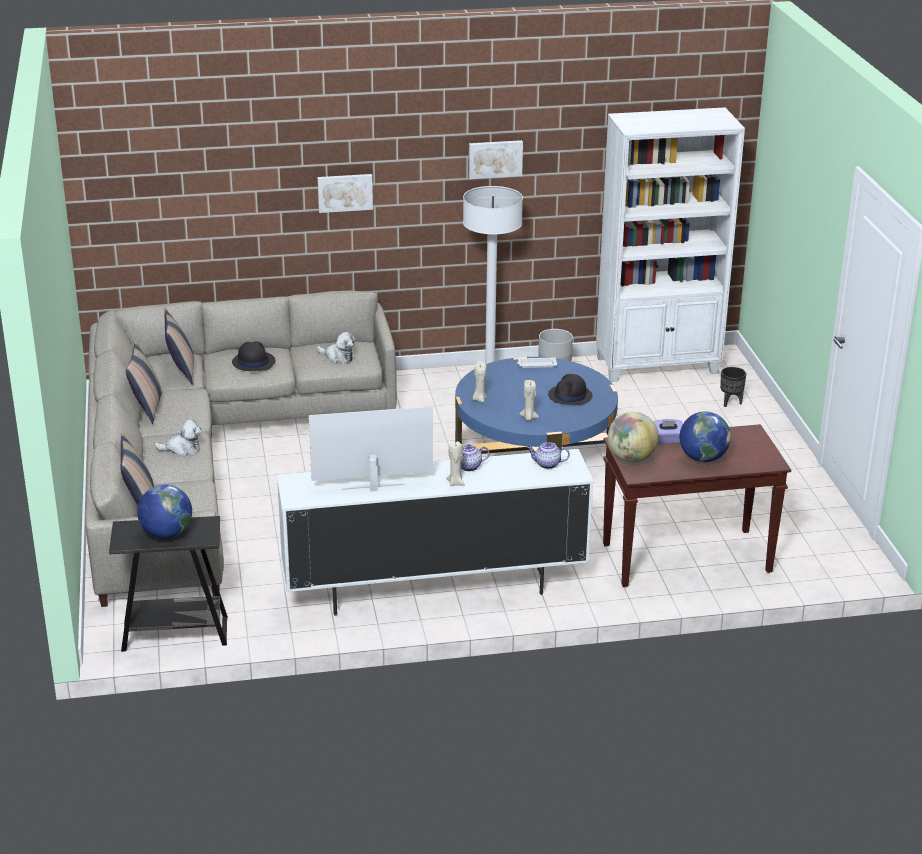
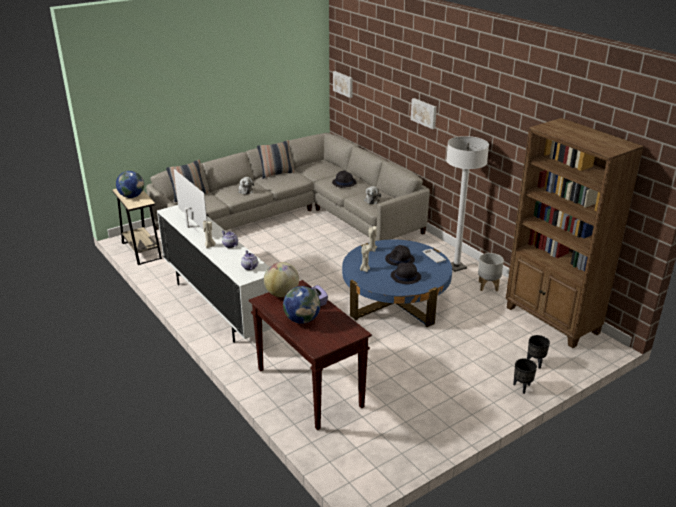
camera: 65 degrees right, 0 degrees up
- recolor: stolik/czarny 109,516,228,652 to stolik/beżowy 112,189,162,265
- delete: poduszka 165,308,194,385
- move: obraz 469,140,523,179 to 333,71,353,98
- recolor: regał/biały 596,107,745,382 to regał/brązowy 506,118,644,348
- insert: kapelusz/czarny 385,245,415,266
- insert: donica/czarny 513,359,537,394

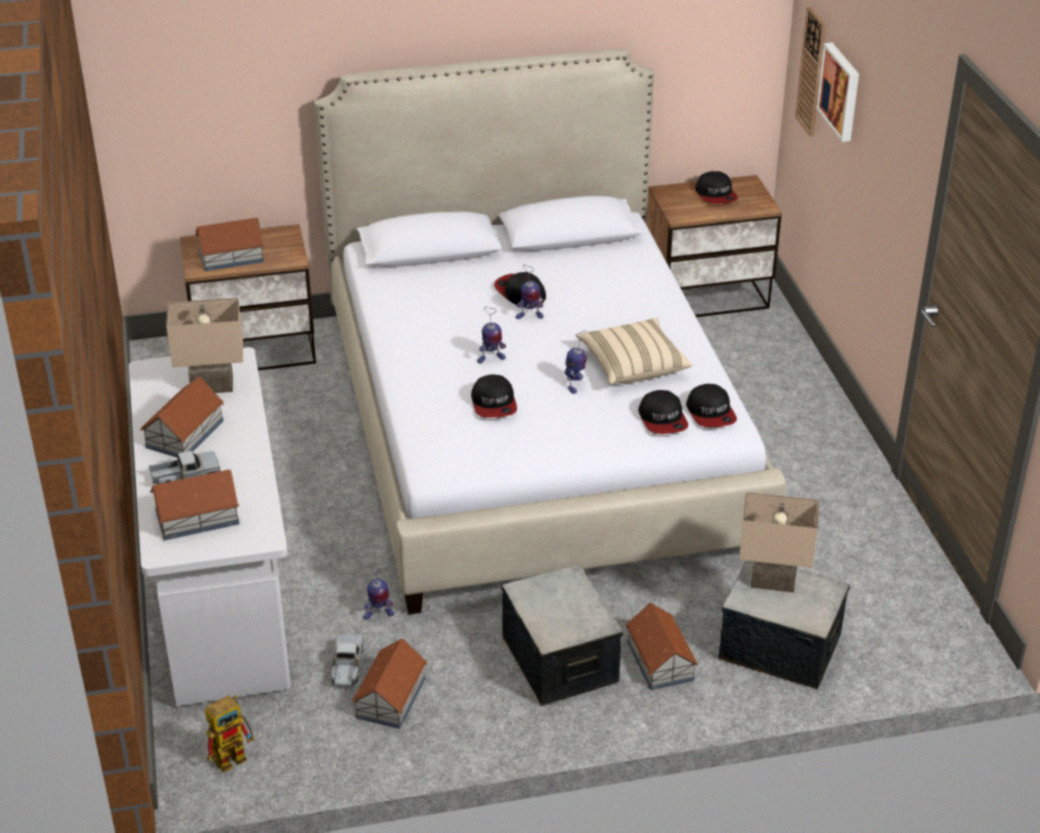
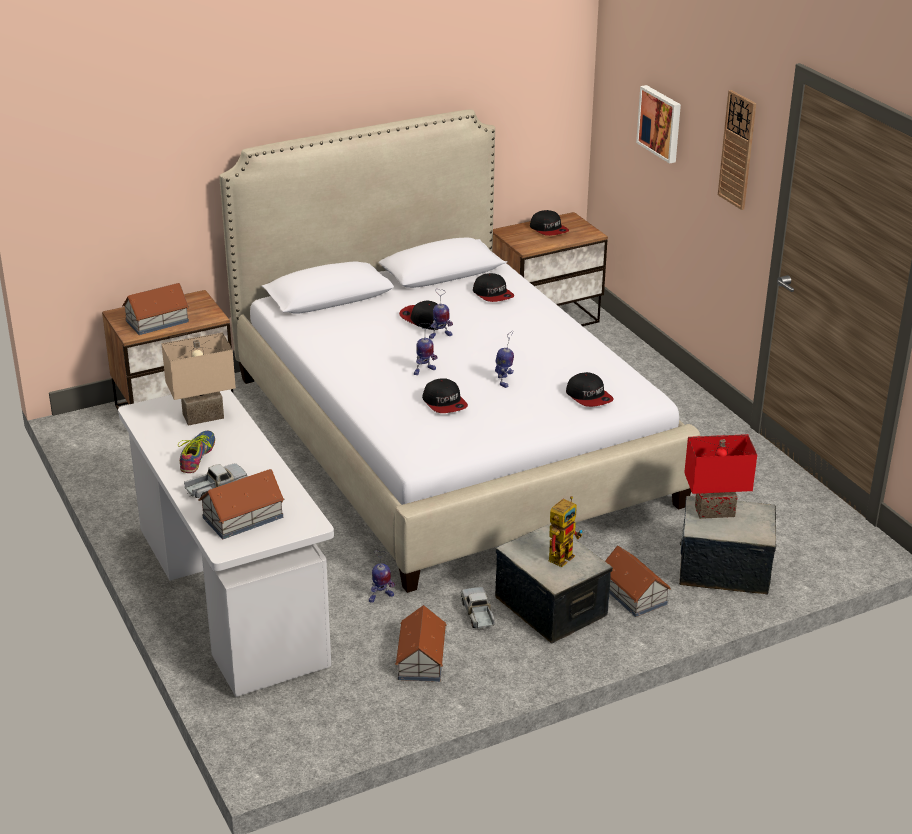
camera: 15 degrees left, 5 degrees down
- replace: domek 140,377,224,458 to but 178,431,215,473
- move: robot zabawkowy 205,695,255,773 to 549,496,582,567
- move: ciężarówka zabawkowa 331,634,363,688 to 461,587,495,629
- delete: poduszka/beżowy 576,318,692,385
- move: czapka z daszkiem 686,384,737,427 to 473,273,515,302
- recolor: lampa stołowa/beżowy 739,492,819,593 to lampa stołowa/czerwony 684,434,757,519
- move: zegar ścienny 795,6,826,137 to 718,90,756,210

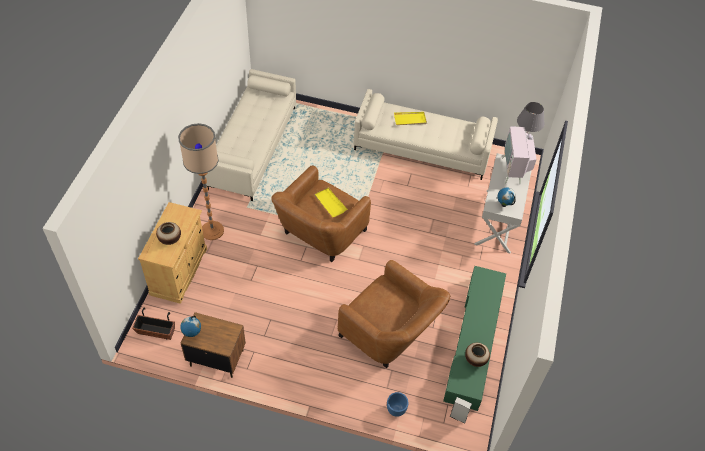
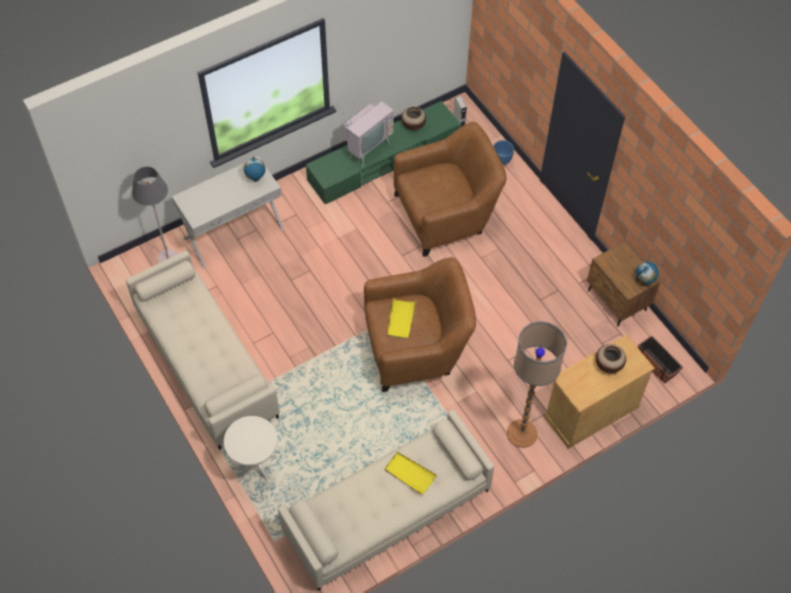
camera: 135 degrees left, 5 degrees up
- rotate: fotel/brązowy 338,260,450,368 = 394,122,507,257 75 degrees clockwise
- move: taca/żółty 394,112,427,125 to 384,452,437,495
- move: telewizor 502,115,537,184 to 341,101,394,168
- insert: stolik/biały 224,416,277,485

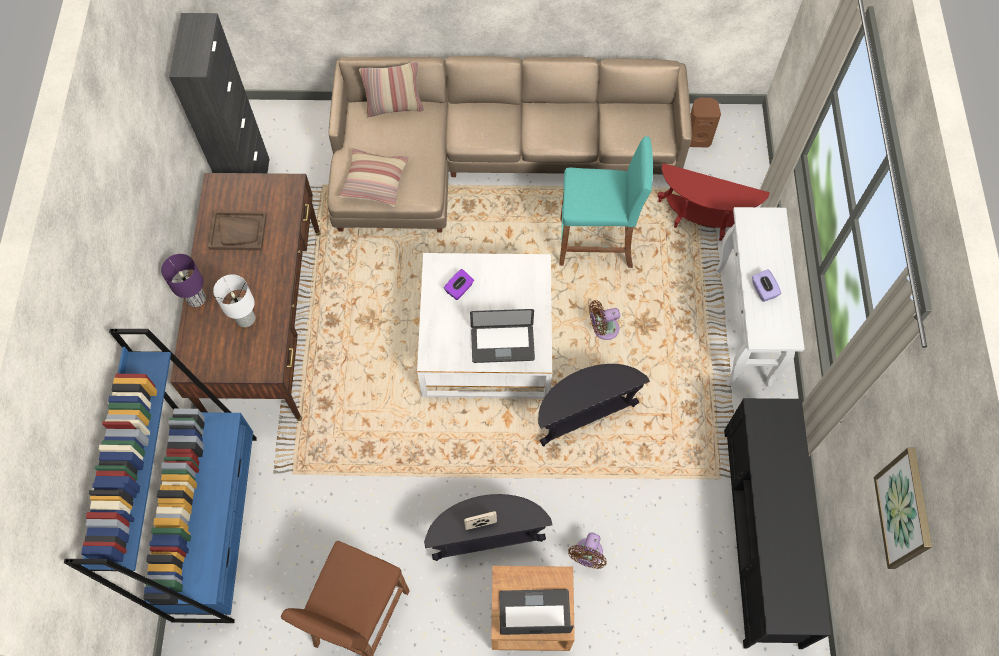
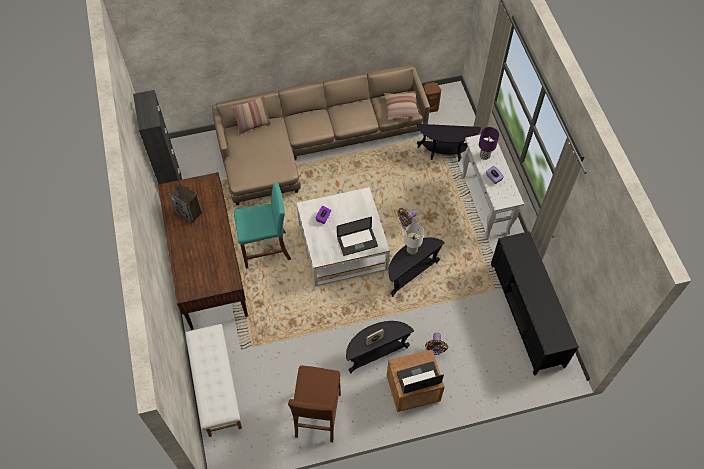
camera: 15 degrees left, 5 degrees down
- replace: regał/niebieski 64,329,257,623 to ławka/biały 186,324,242,437
- move: lampa stołowa/fioletowy 161,254,206,307 to 479,127,499,160
- replace: taca/brązowy 208,211,267,251 to głośnik 169,183,202,224
- move: lampa stołowa/biały 213,274,255,327 to 404,224,424,254
- move: poduszka 339,149,408,207 to 384,91,420,120
- move: stołek/turkusowy 559,136,653,268 to 234,182,291,269
- recolor: stolik/czerwony 658,163,770,241 to stolik/czarny 417,124,481,161
- delete: obraz 874,448,932,569

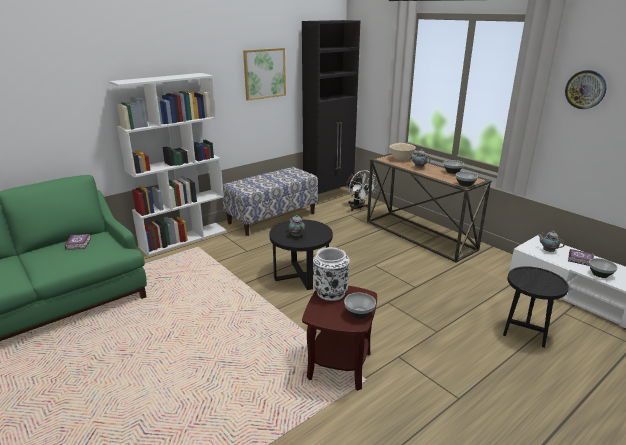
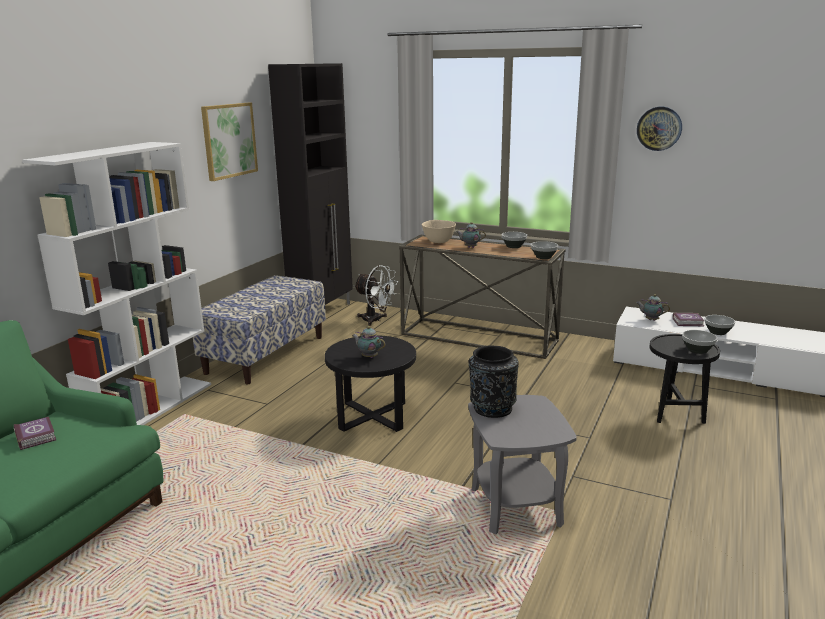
camera: 25 degrees left, 5 degrees down
- recolor: stolik/brązowy 302,286,377,391 to stolik/szary 468,395,577,534
- recolor: wazon/biały 313,247,350,301 to wazon/czarny 469,345,519,418
- move: miska 344,293,376,319 to 682,330,717,354

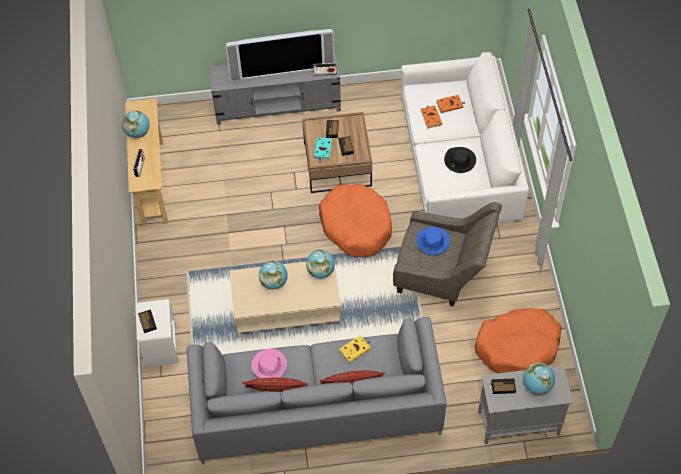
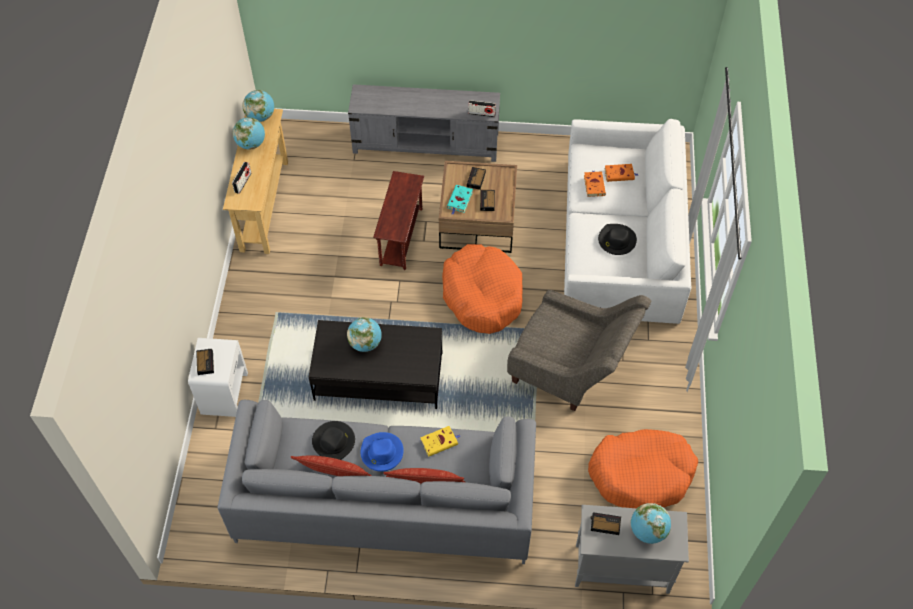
camera: 10 degrees right, 0 degrees up
- delete: telewizor 225,29,335,80
- recolor: ława/beżowy 230,262,341,338 to ława/czarny 309,320,442,409
- recolor: kapelusz/różowy 251,349,287,378 to kapelusz/czarny 312,421,355,460
- move: globus 306,250,335,278 to 242,90,274,122
- move: kapelusz/niebieski 416,227,450,255 to 361,432,404,472
- insert: stolik/brązowy 373,171,424,270

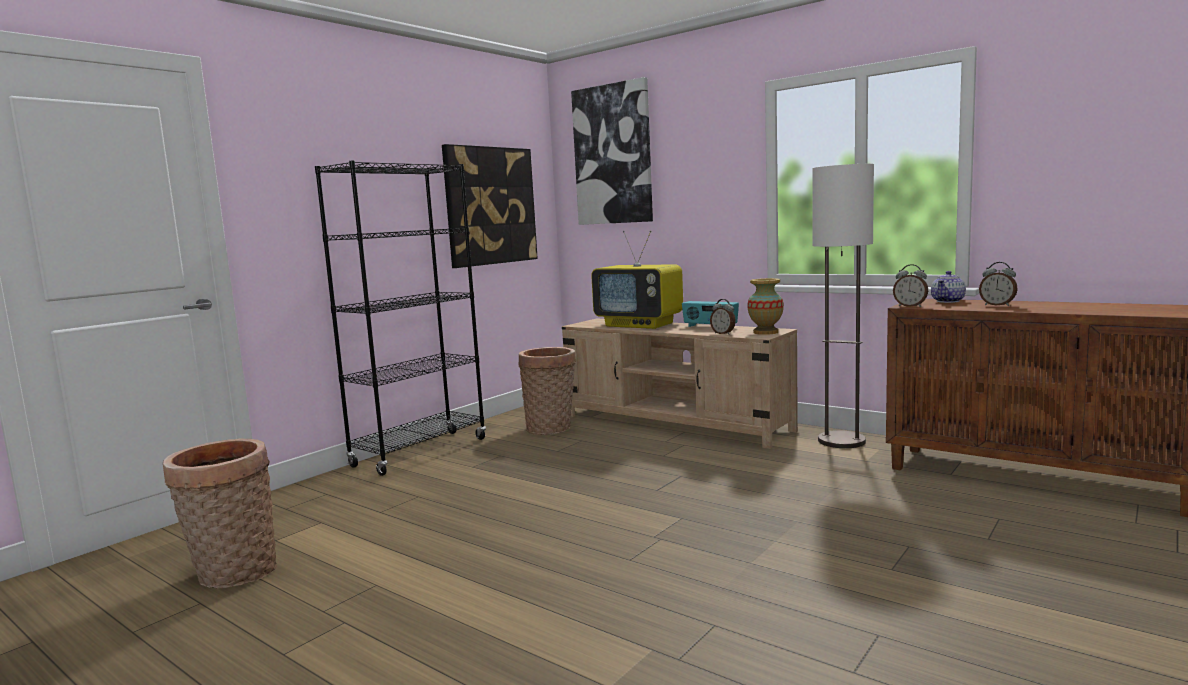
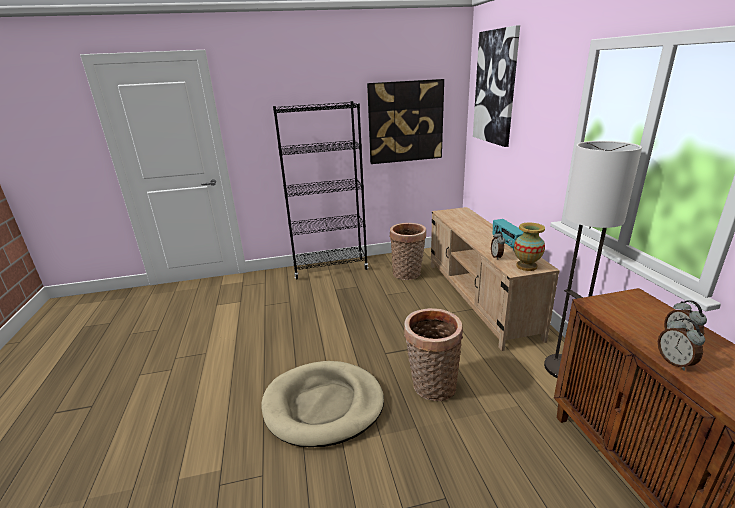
camera: 40 degrees right, 15 degrees up
- move: koszyk 163,438,277,588 to 404,308,463,401
- delete: telewizor 591,231,683,329
- move: budzik 893,264,928,307 to 658,318,705,371
- delete: imbryk 931,271,966,303
- insert: legowisko/beżowy 261,361,384,447

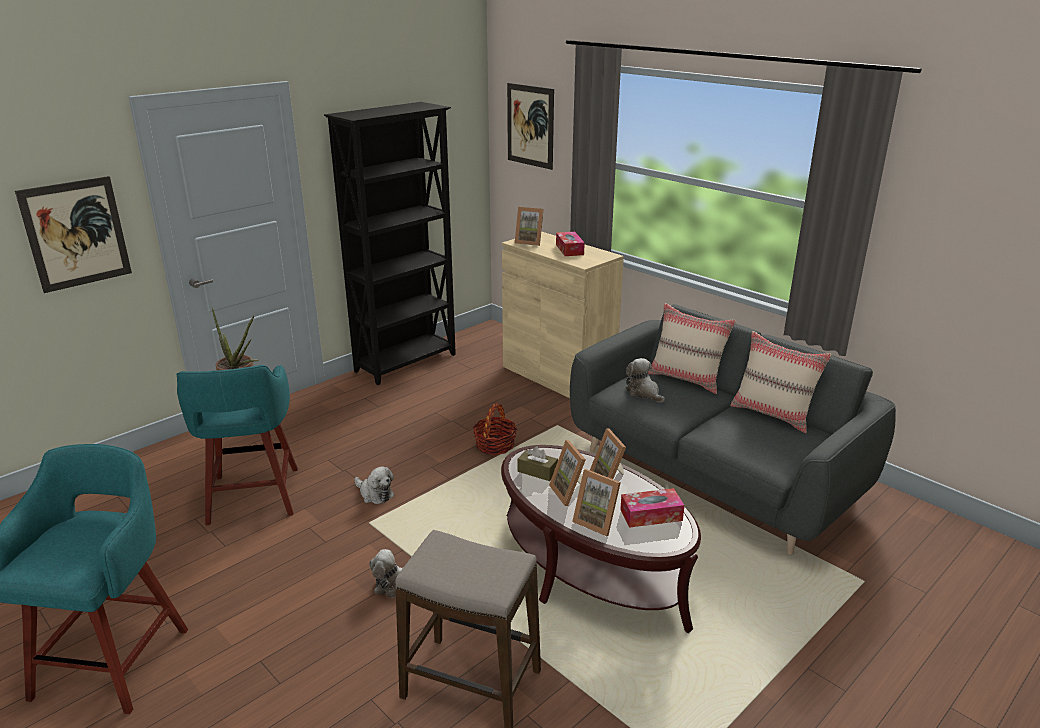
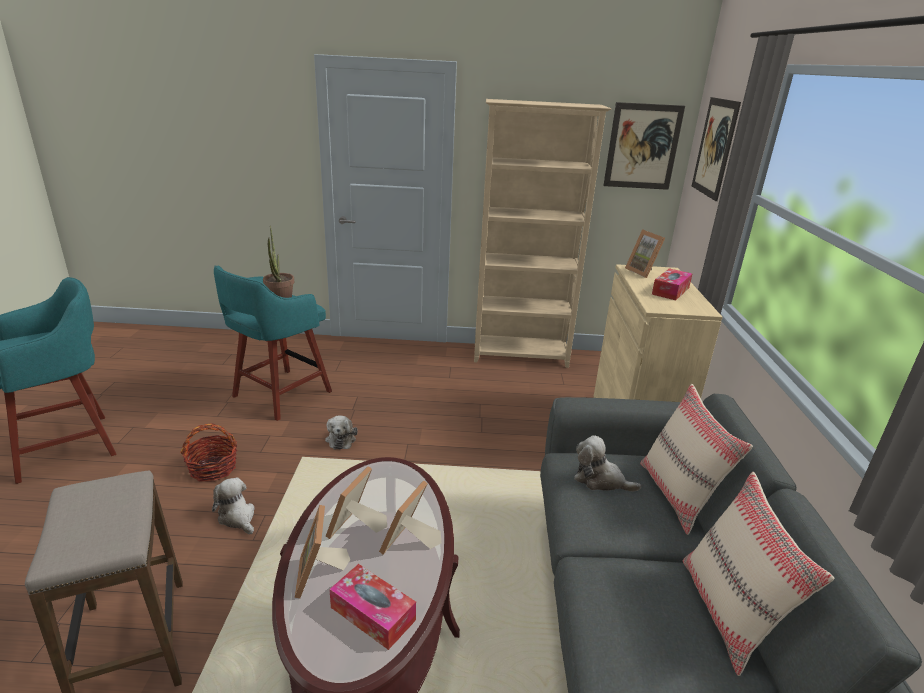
camera: 45 degrees right, 0 degrees up
- move: obraz 15,176,132,293 to 603,102,685,190
- recolor: regał/czarny 324,102,456,385 to regał/beżowy 474,99,611,368
- move: koszyk 473,403,517,455 to 180,423,238,482
- delete: pudełko chusteczek/brązowy 518,446,558,481
- rotate: pluszak 626,358,665,403 = 575,435,641,492 75 degrees counterclockwise

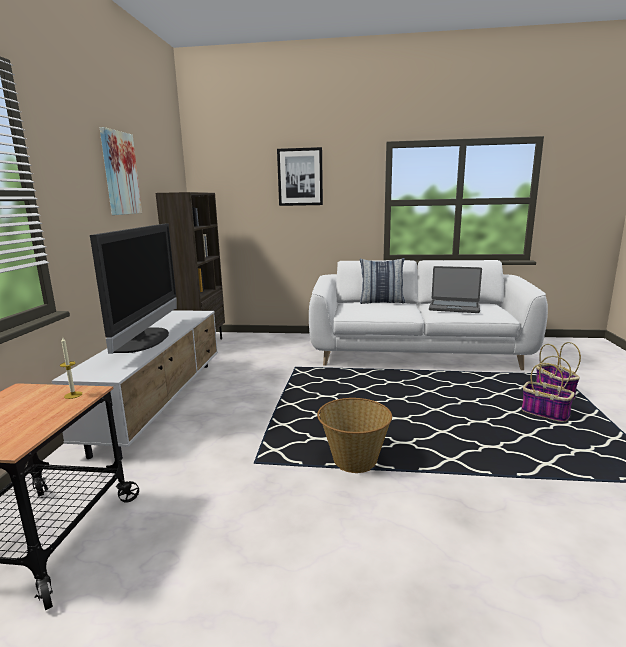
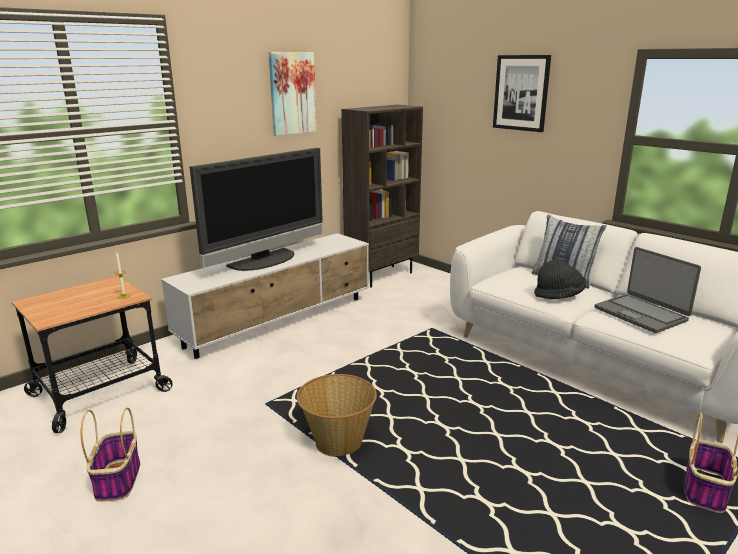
camera: 40 degrees right, 5 degrees up
- move: koszyk 521,356,575,422 to 81,407,140,502
- insert: kapelusz/czarny 534,259,587,299

